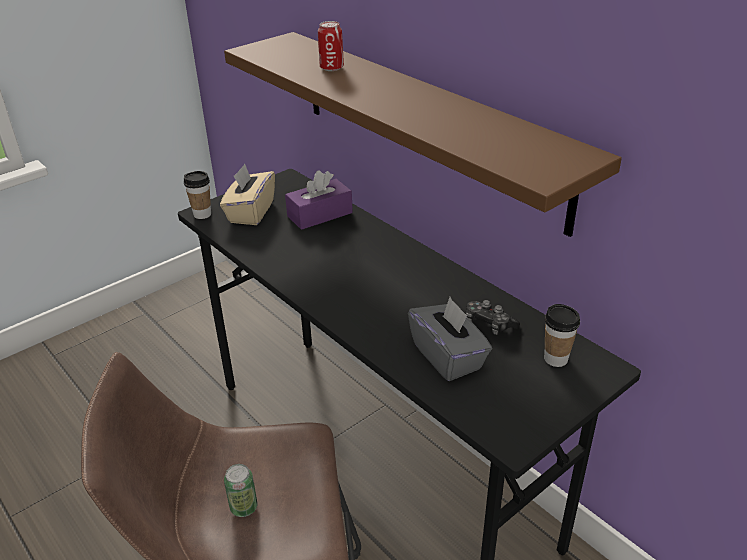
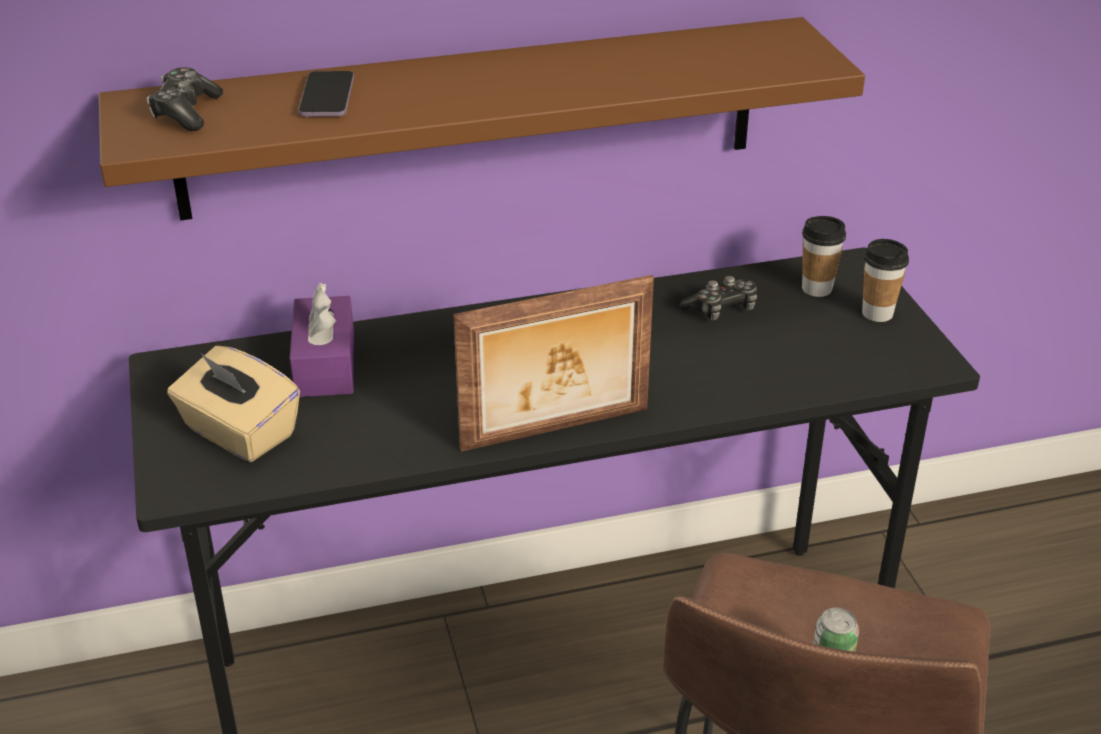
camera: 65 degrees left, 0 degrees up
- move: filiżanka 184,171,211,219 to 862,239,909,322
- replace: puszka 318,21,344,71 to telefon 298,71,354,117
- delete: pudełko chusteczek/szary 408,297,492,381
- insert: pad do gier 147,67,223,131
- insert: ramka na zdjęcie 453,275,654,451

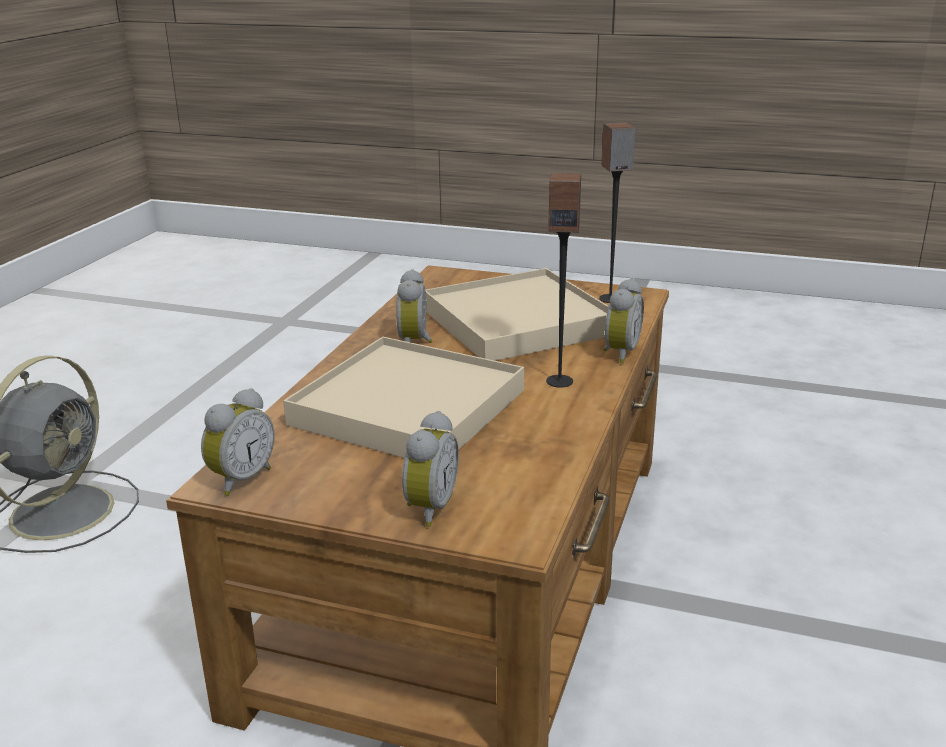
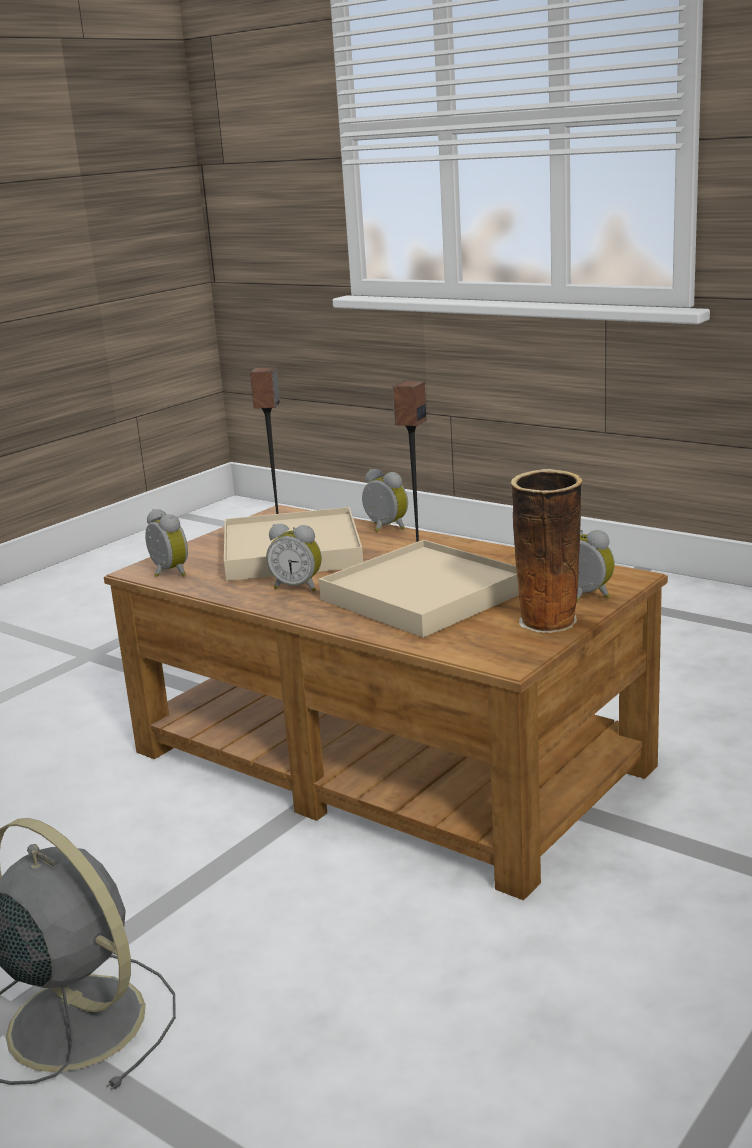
camera: 70 degrees left, 5 degrees down
- move: budzik 201,388,275,496 to 145,509,188,577
- insert: wazon 511,469,583,633

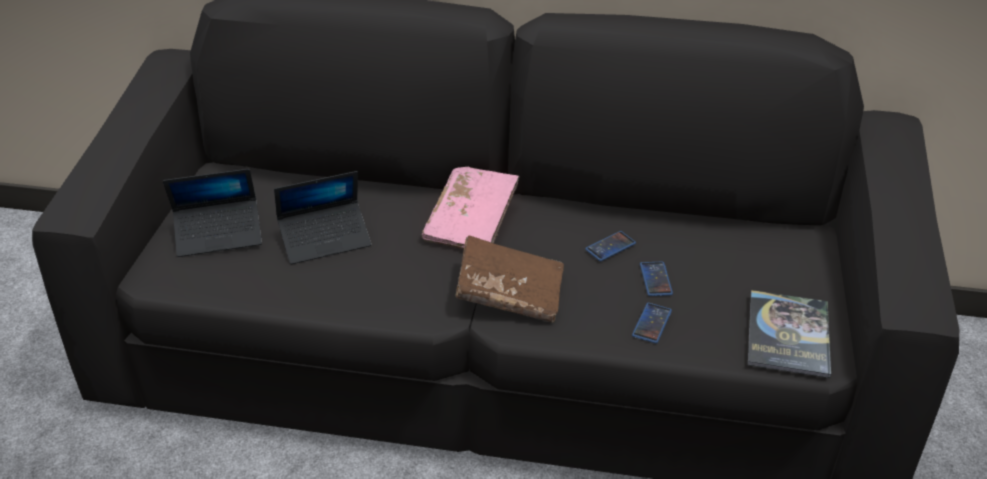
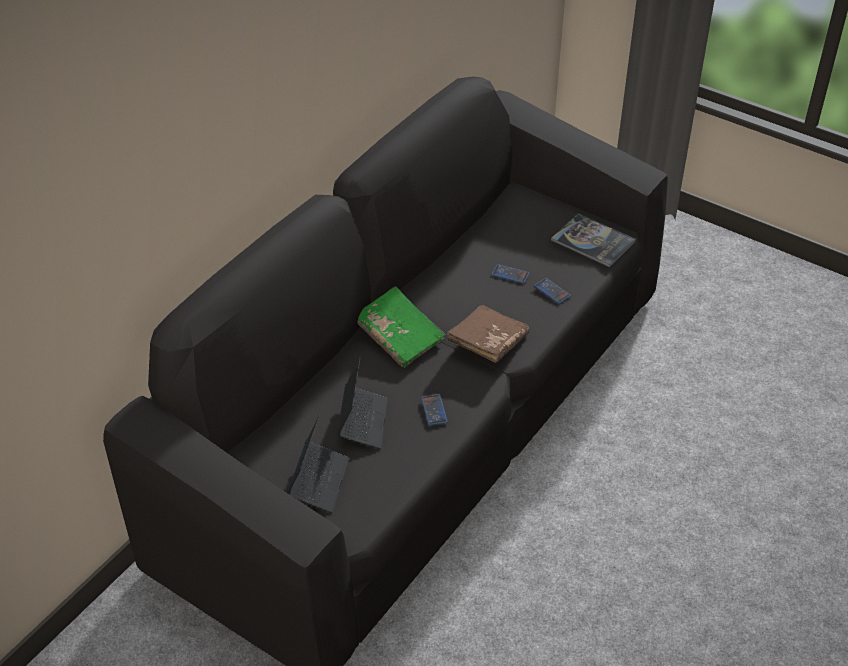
camera: 65 degrees left, 5 degrees up
- recolor: książka/różowy 422,167,519,249 to książka/zielony 357,286,445,368
- move: telefon 585,231,636,261 to 421,394,448,426

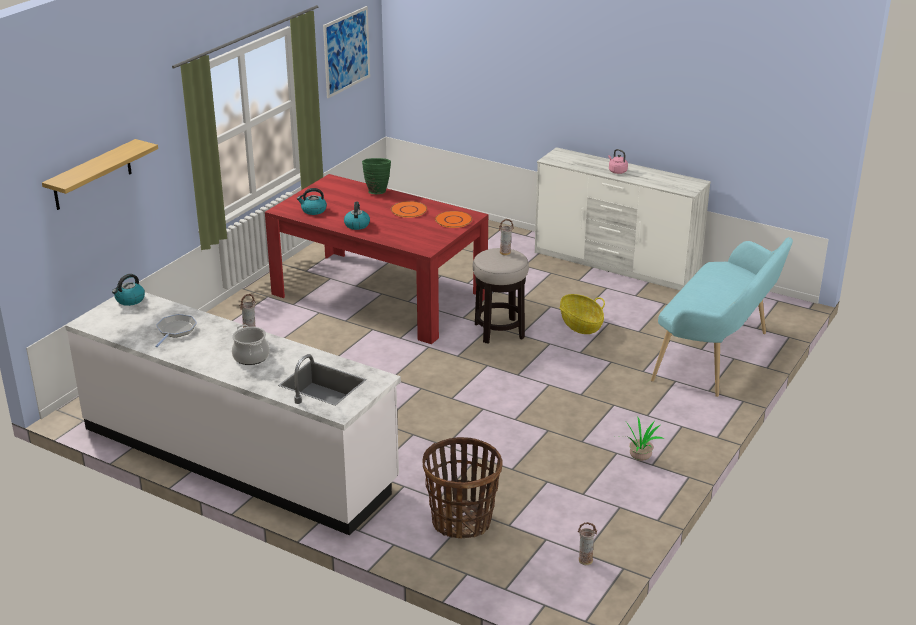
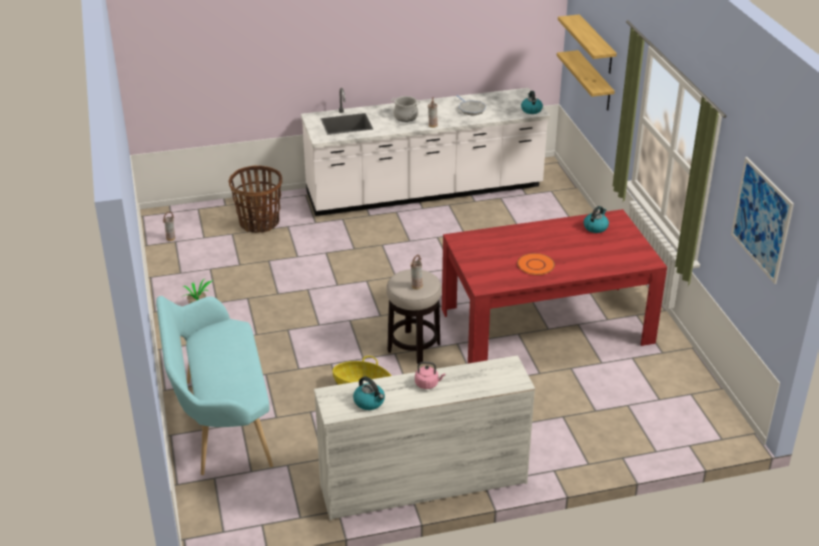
camera: 135 degrees right, 5 degrees up
- move: czajnik 344,202,370,230 to 353,377,385,410
- delete: wazon/zielony 362,158,391,194
- delete: talerz/pomarańczowy 435,211,472,228
- insert: półka 557,50,615,110

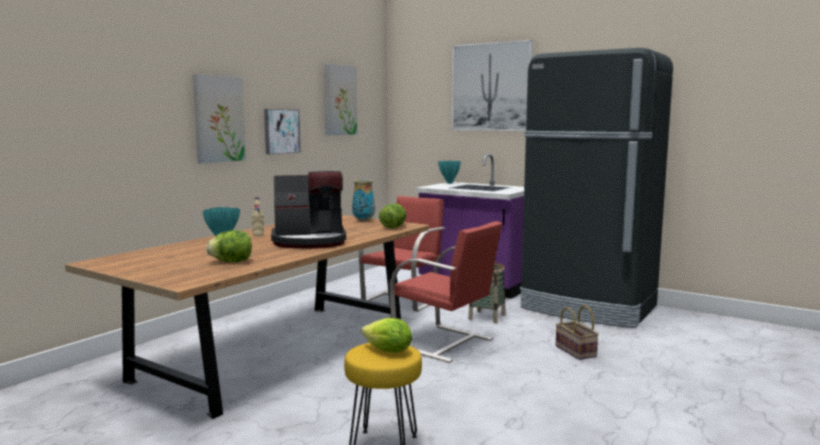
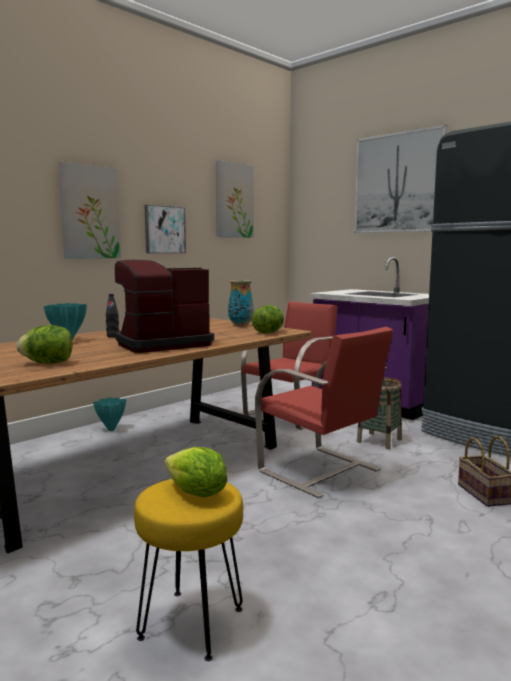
camera: 10 degrees right, 0 degrees up
- recolor: butelka/beżowy 252,197,264,236 to butelka/czarny 106,294,119,337
- rotate: ekspres do kawy 271,171,346,248 = 115,260,214,353 150 degrees clockwise
- move: wazon/turkusowy 438,161,461,184 to 93,397,126,431

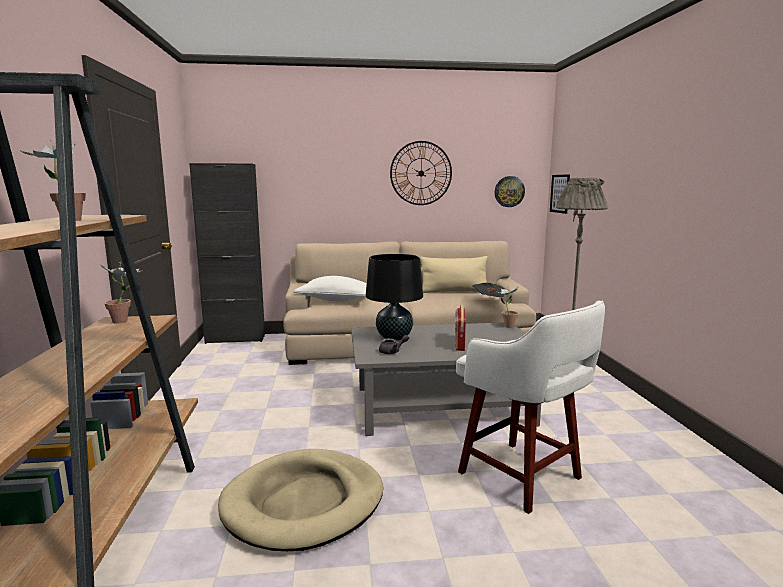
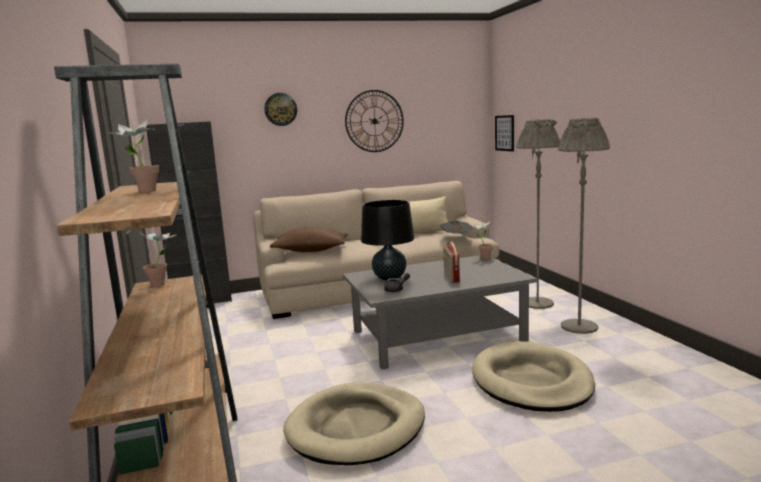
camera: 10 degrees left, 0 degrees up
- recolor: poduszka/biały 294,276,367,301 to poduszka/brązowy 270,227,348,252
- replace: stołek/biały 456,300,605,514 to legowisko/beżowy 472,341,595,412
- move: zegar ścienny 495,176,525,207 to 264,93,297,126
- insert: lampa stojąca/szary 558,117,610,334

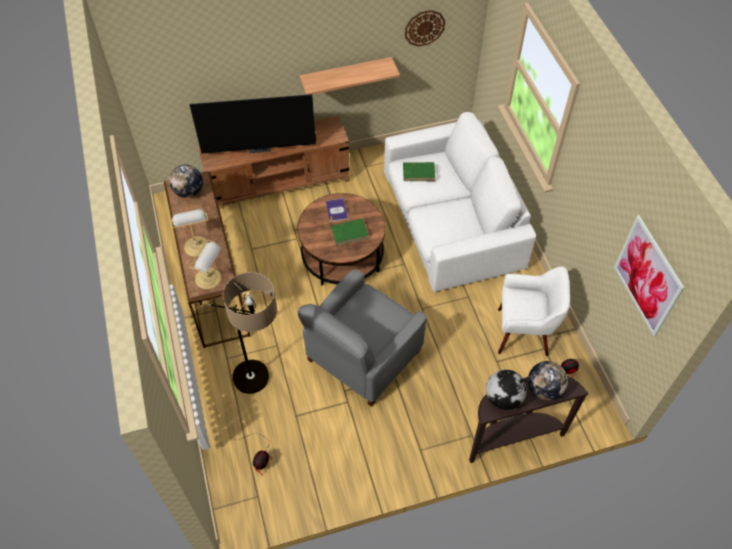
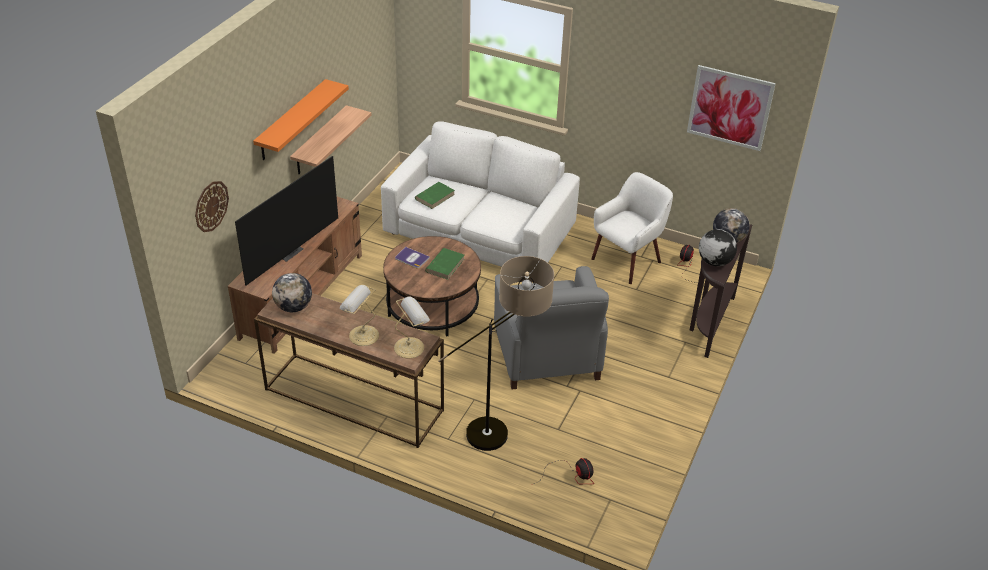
camera: 50 degrees left, 15 degrees down
- move: zegar ścienny 405,10,445,47 to 195,181,229,232
- insert: półka/pomarańczowy 253,79,349,160

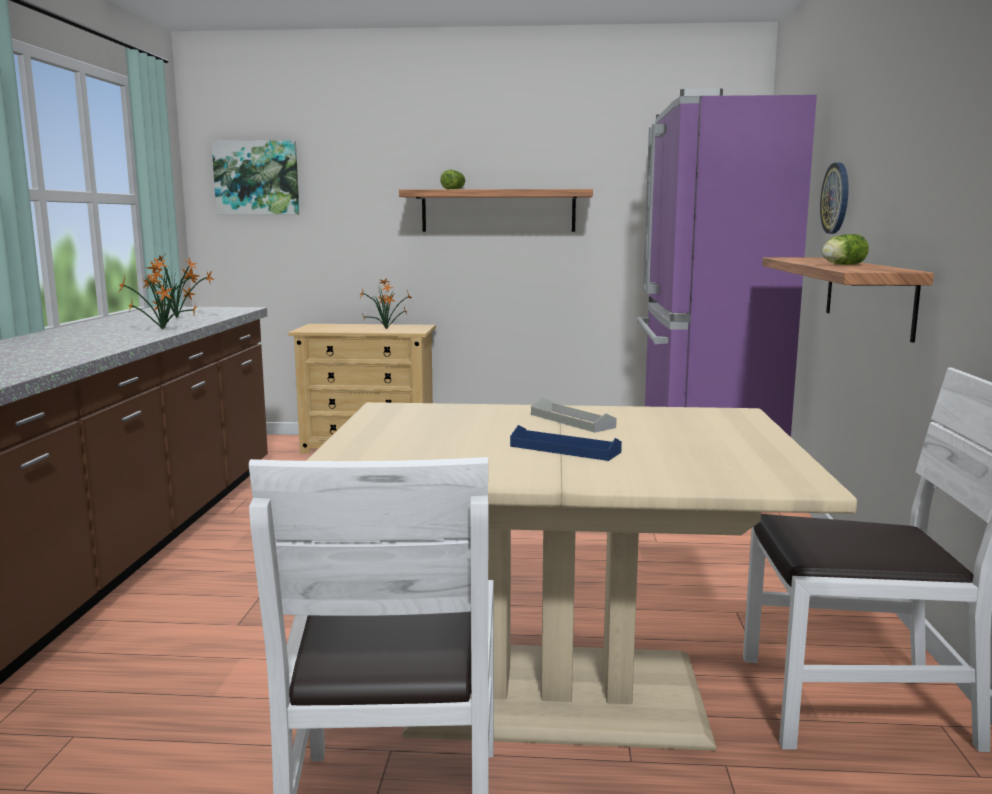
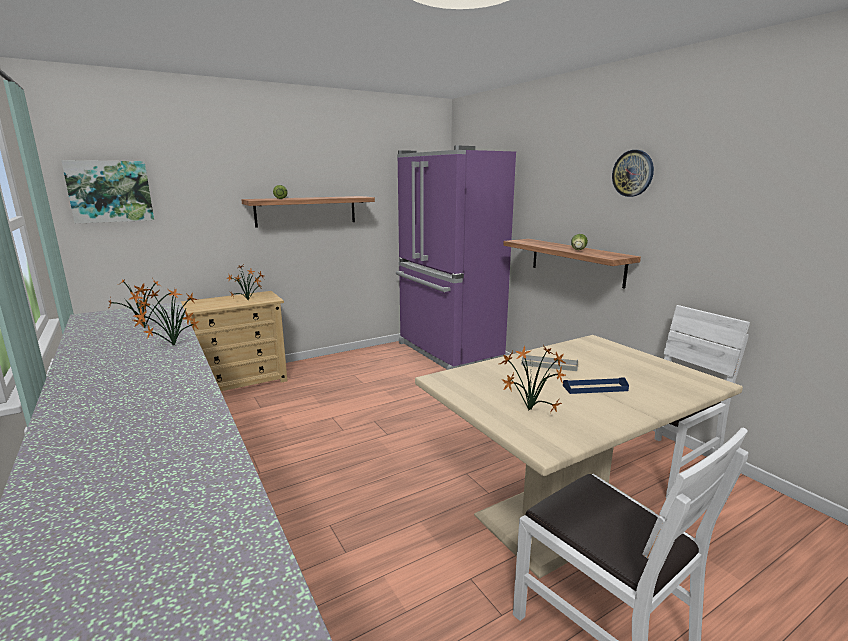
camera: 35 degrees left, 5 degrees up
- move: zegar ścienny 820,163,849,234 to 612,150,654,197
- insert: roślina doniczkowa 499,345,566,413

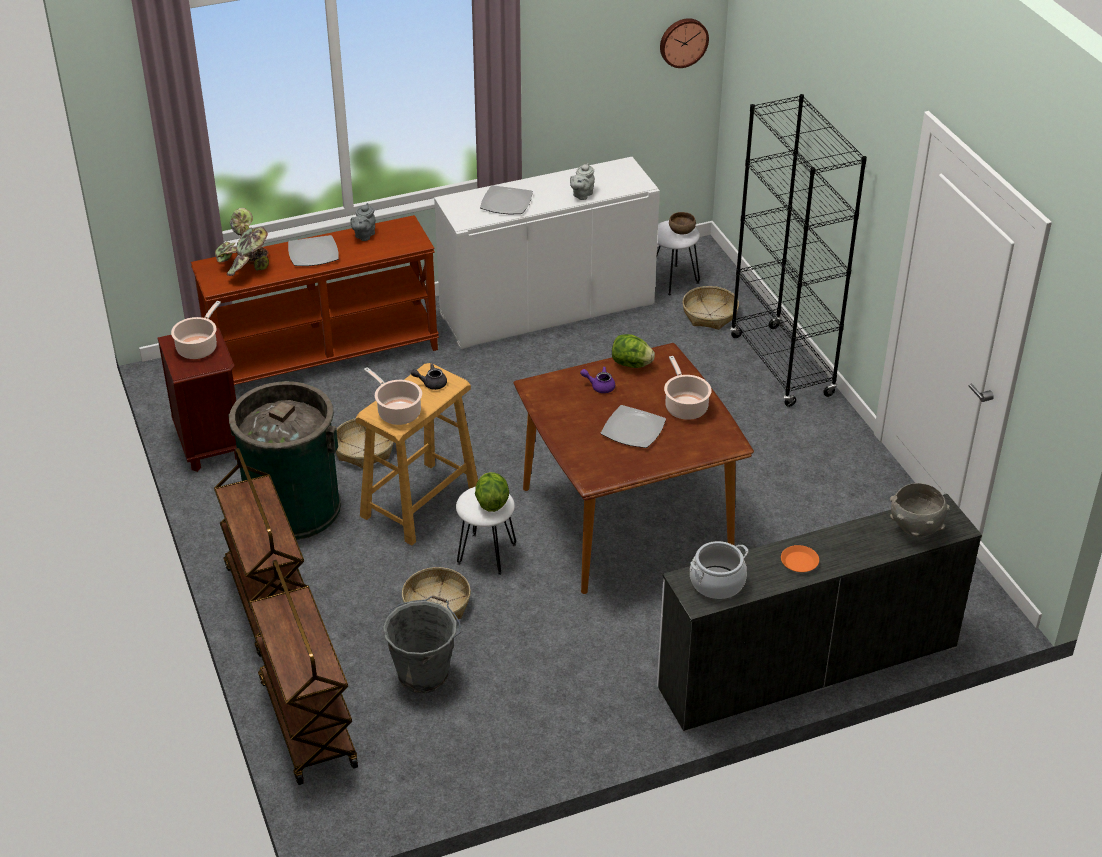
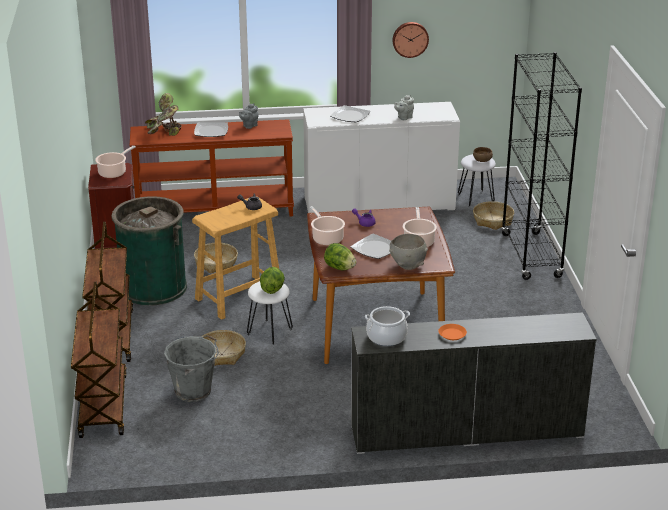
camera: 15 degrees right, 10 degrees down
- move: garnek 364,367,422,425 to 310,206,345,246
- move: sałata 612,334,655,368 to 324,243,357,270
- move: zegar ścienny 660,18,709,68 to 392,22,429,58
- move: miska/szary 890,483,950,538 to 389,234,428,270

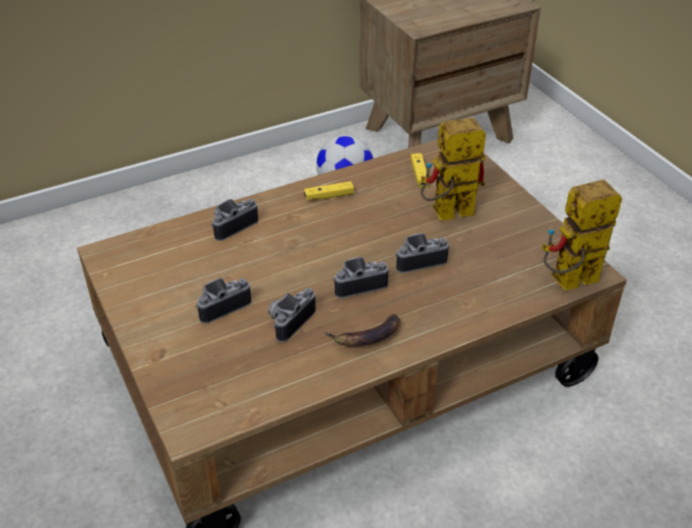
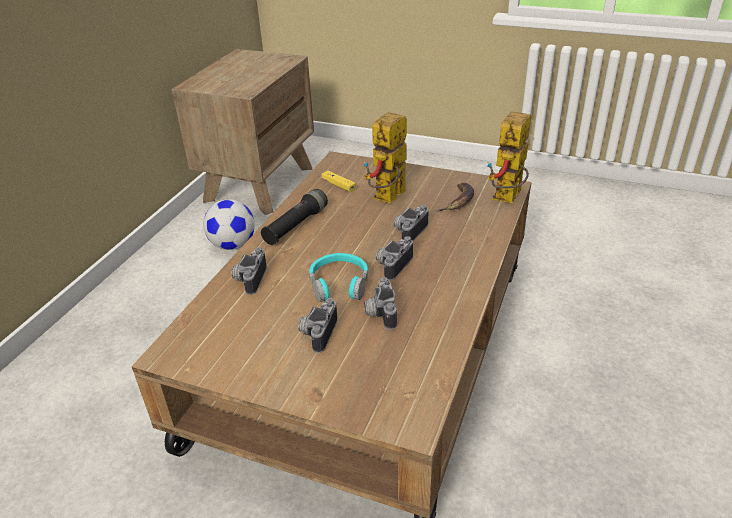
camera: 40 degrees left, 5 degrees down
- replace: pad do gier/żółty 304,181,354,200 to latarka/czarny 261,189,328,245
- move: banan 325,314,401,347 to 437,183,474,212
- insert: słuchawki/turkusowy 309,253,368,302

